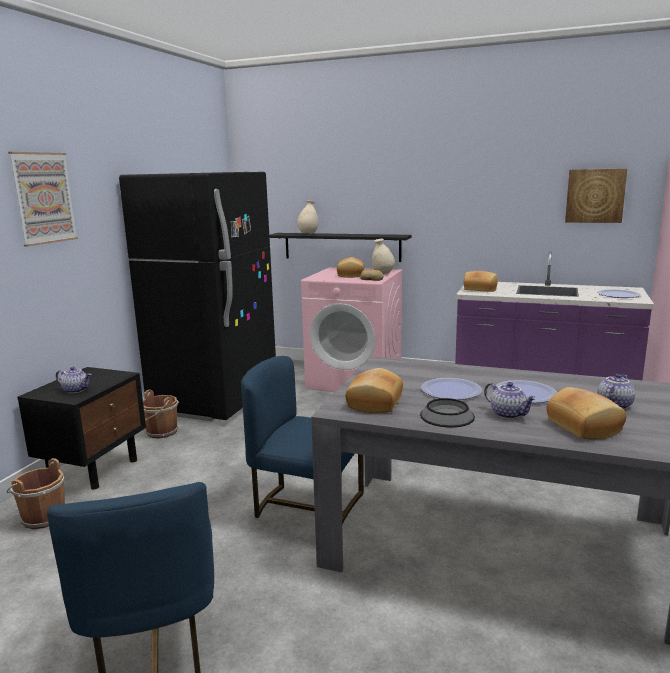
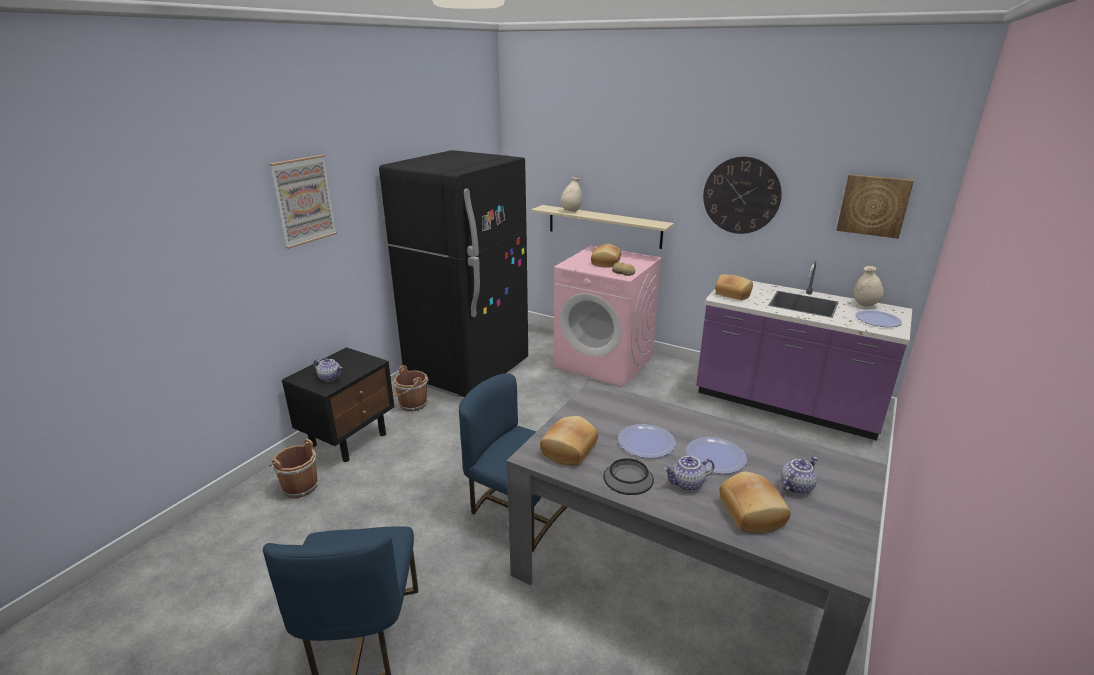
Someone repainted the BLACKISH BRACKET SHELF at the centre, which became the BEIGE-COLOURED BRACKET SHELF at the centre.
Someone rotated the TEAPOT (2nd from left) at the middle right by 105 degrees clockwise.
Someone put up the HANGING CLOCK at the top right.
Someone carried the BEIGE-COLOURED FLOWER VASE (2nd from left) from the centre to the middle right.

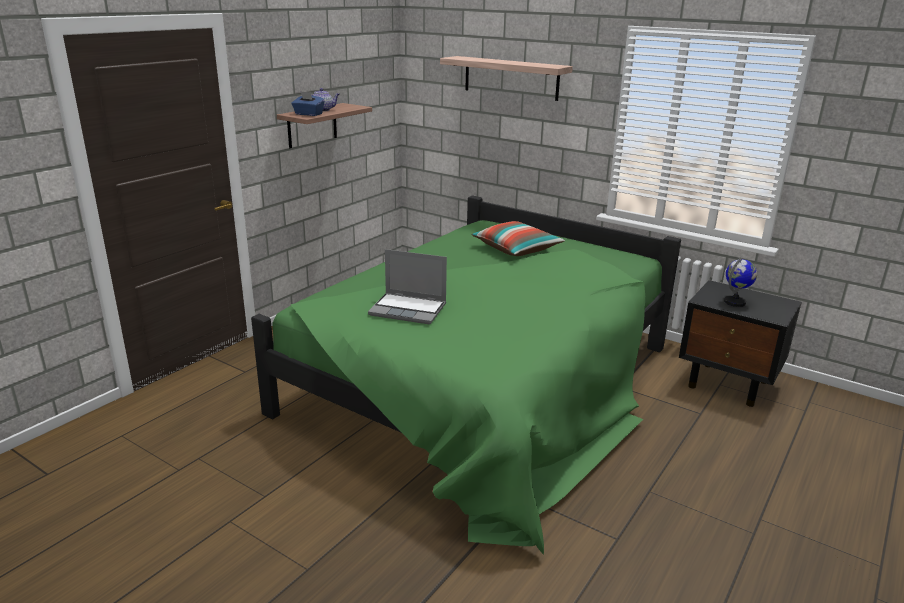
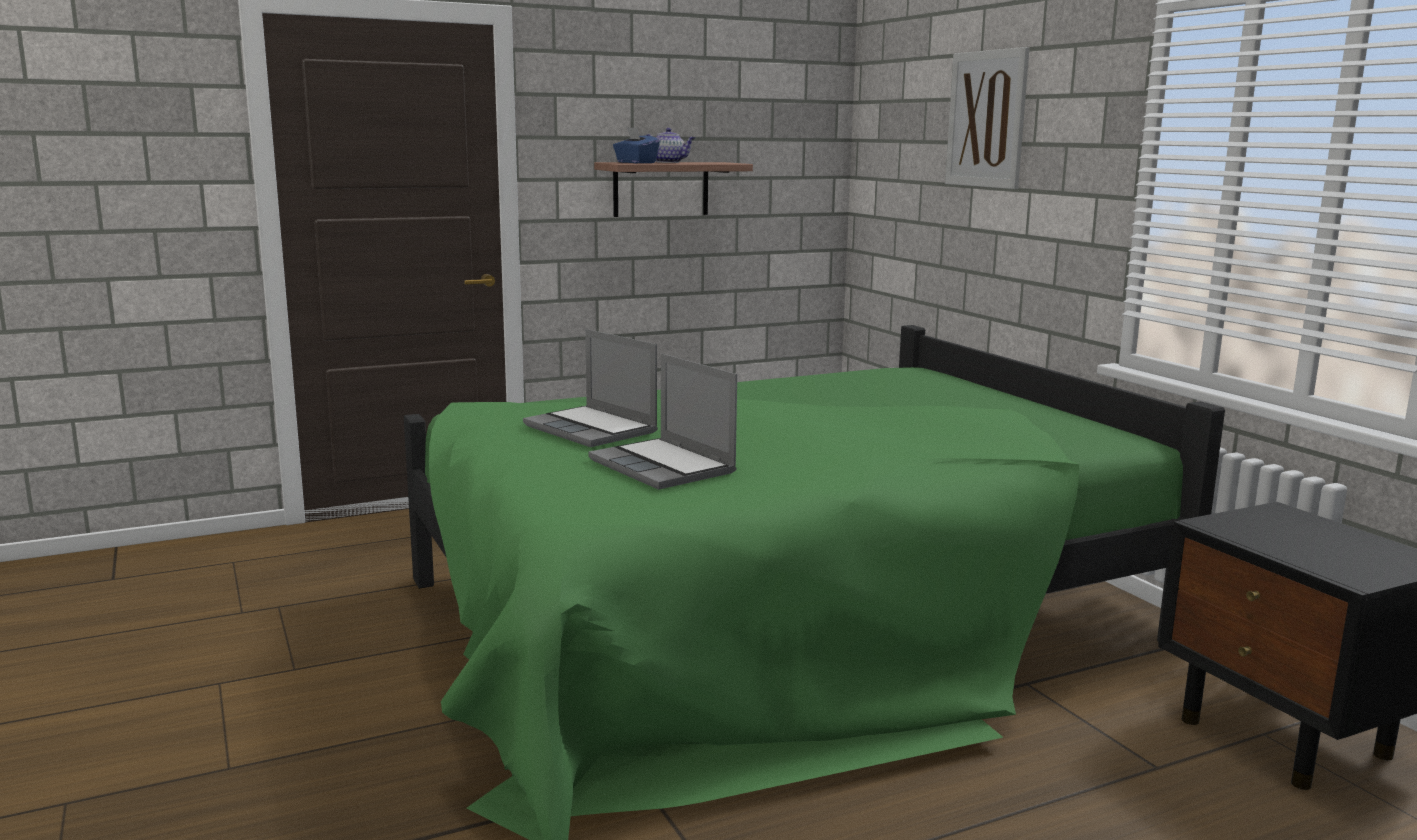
Someone put down the PORTABLE COMPUTER (2nd from left) at the centre.
Someone swapped the BRACKET SHELF (2nd from left) at the top centre for the PICTURE at the top right.
Someone took away the THROW PILLOW at the centre.
Someone took away the GLOBE at the middle right.

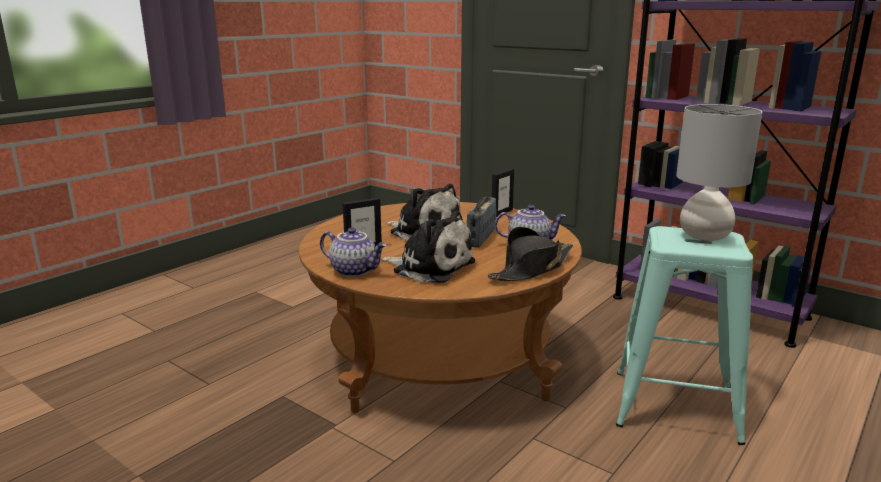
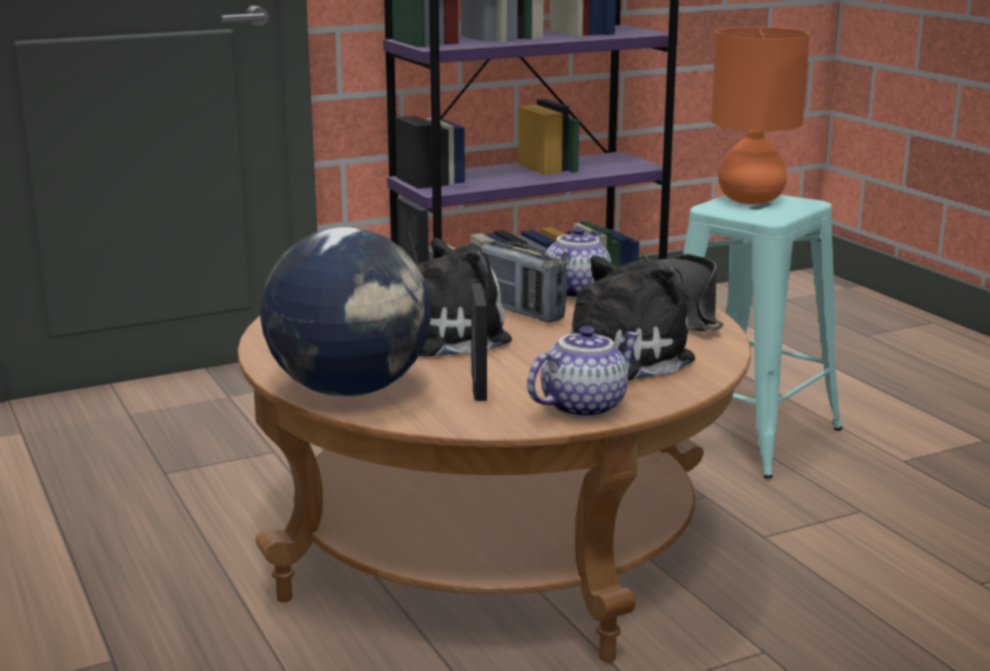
Someone put down the GLOBE at the centre.
Someone repainted the GREY LAMP FOR A TABLE at the middle right, which became the ORANGEY LAMP FOR A TABLE at the top right.

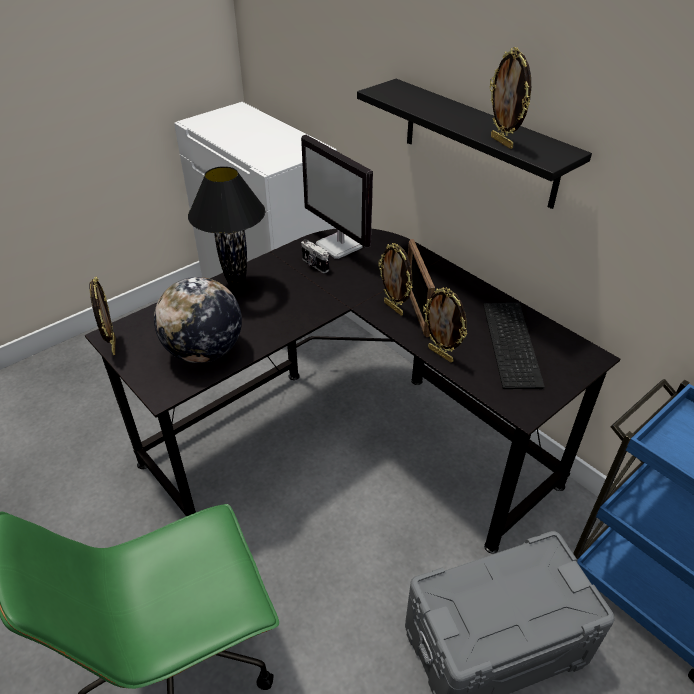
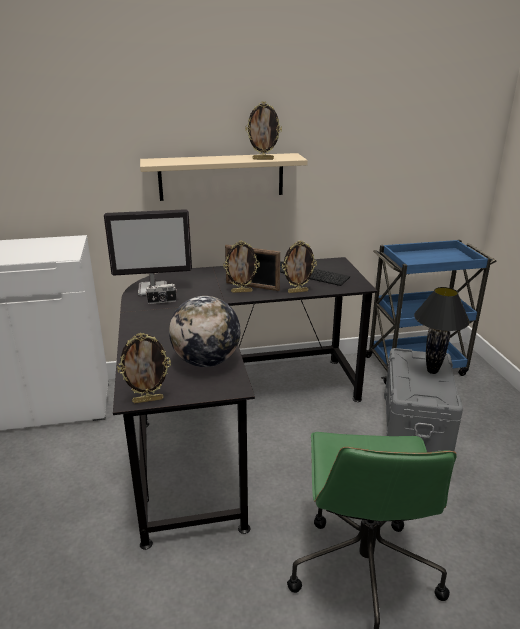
Someone rotated the PHOTO FRAME (1st from left) at the middle left by 150 degrees clockwise.
Someone repainted the BLACKISH BRACKET SHELF at the top right, which became the BEIGE-COLOURED BRACKET SHELF at the top centre.
Someone carried the BLACKISH LAMP FOR A TABLE from the top left to the middle right.

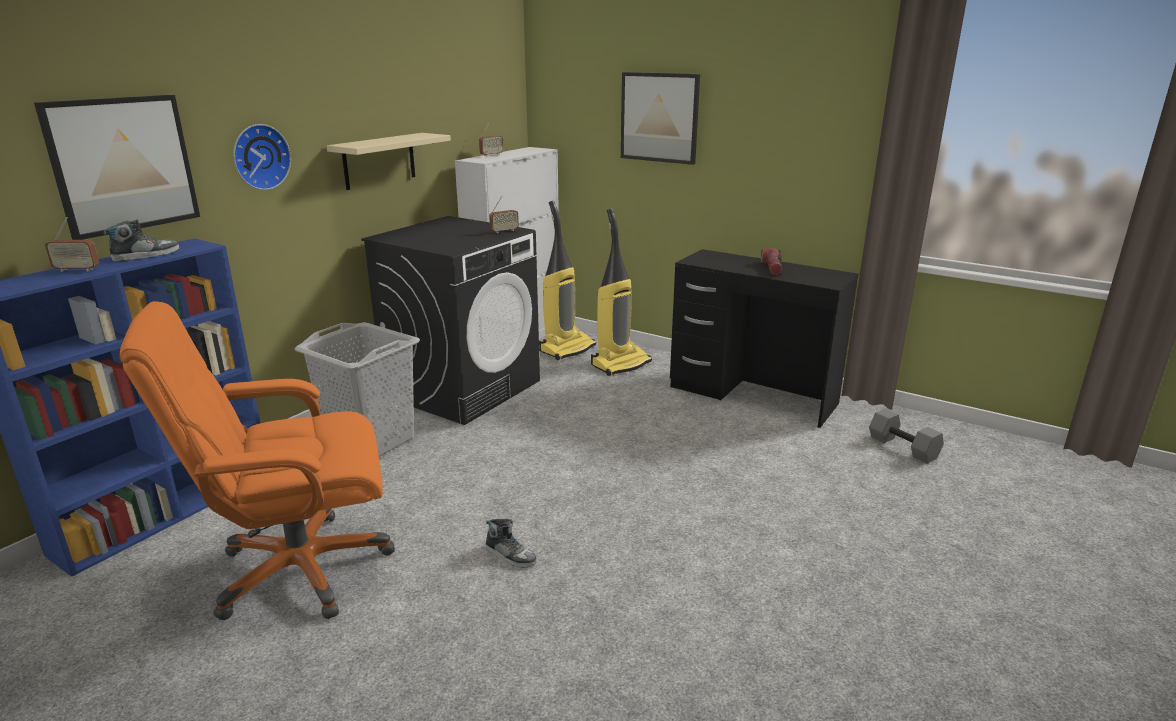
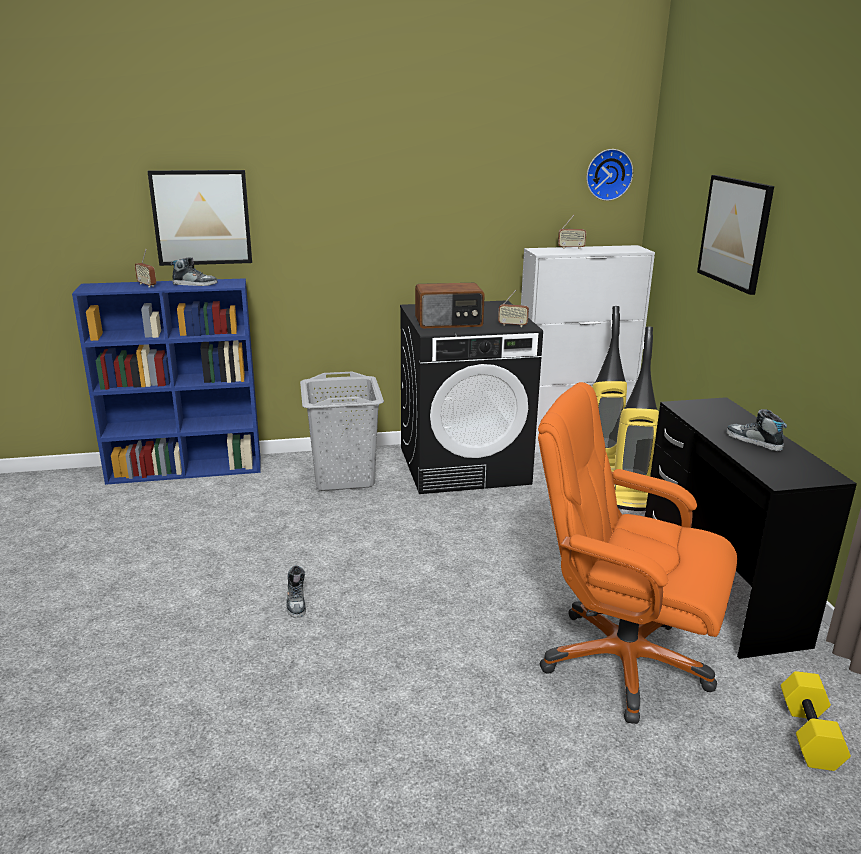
Someone put down the RADIO (2nd from left) at the centre.
Someone carried the ORANGEY DESK CHAIR from the middle left to the middle right.
Someone carried the HANGING CLOCK from the top left to the top right.
Someone swapped the TORCH at the centre for the SHOE (3rd from left) at the middle right.
Someone repainted the GREY HAND WEIGHT at the middle right, which became the YELLOW-COLOURED HAND WEIGHT at the bottom right.
Someone took away the BEIGE-COLOURED BRACKET SHELF at the top left.

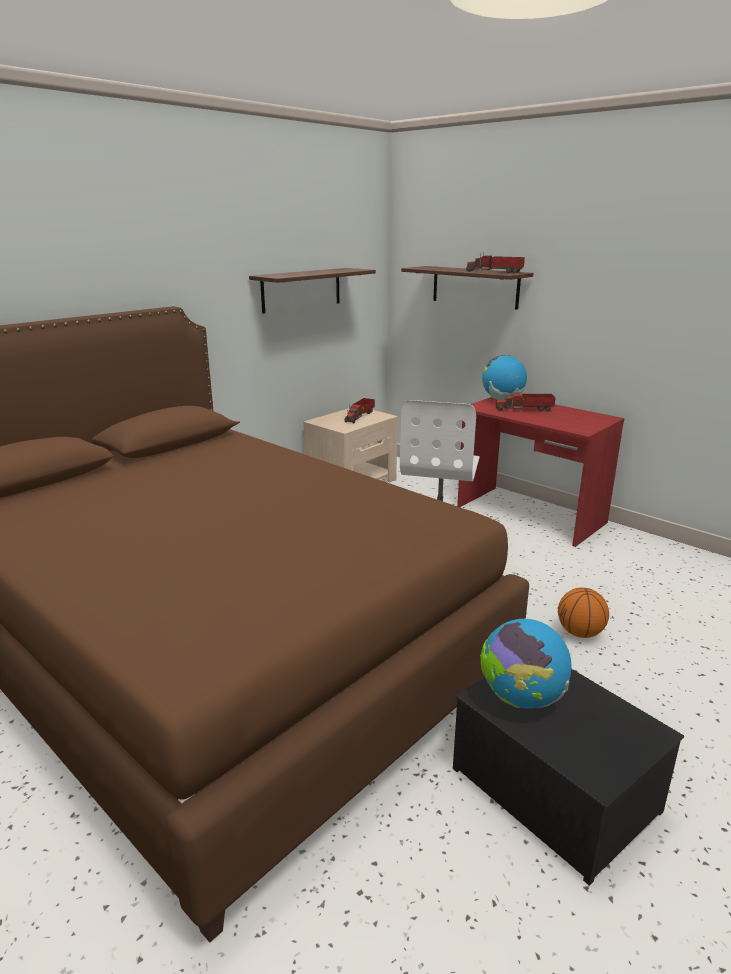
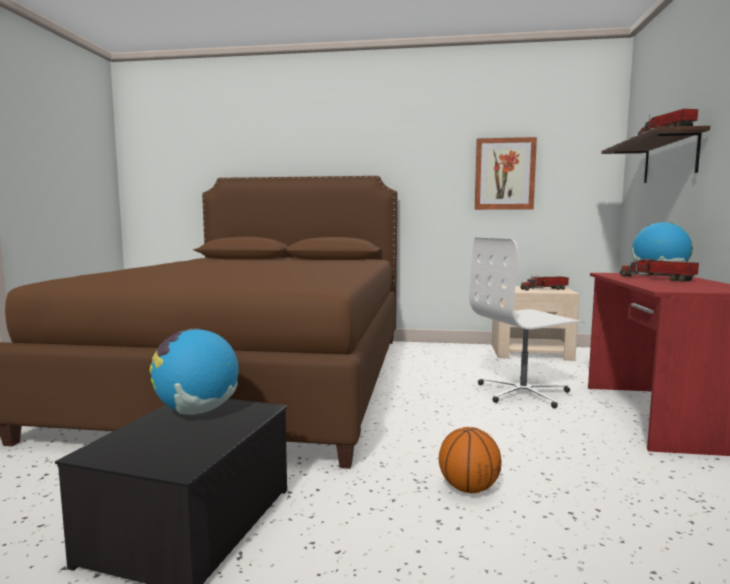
Someone swapped the BRACKET SHELF (1st from left) at the top centre for the PICTURE at the top right.

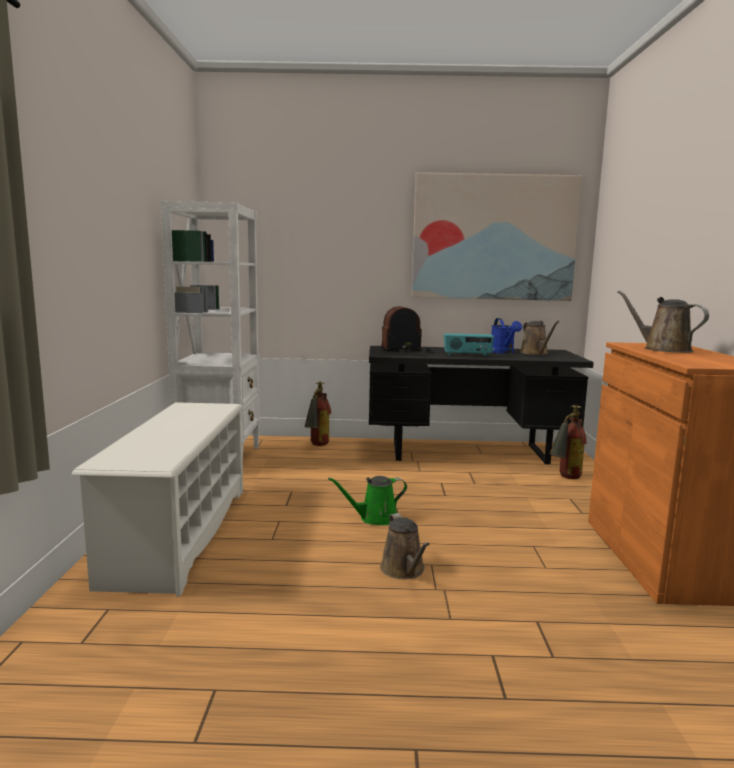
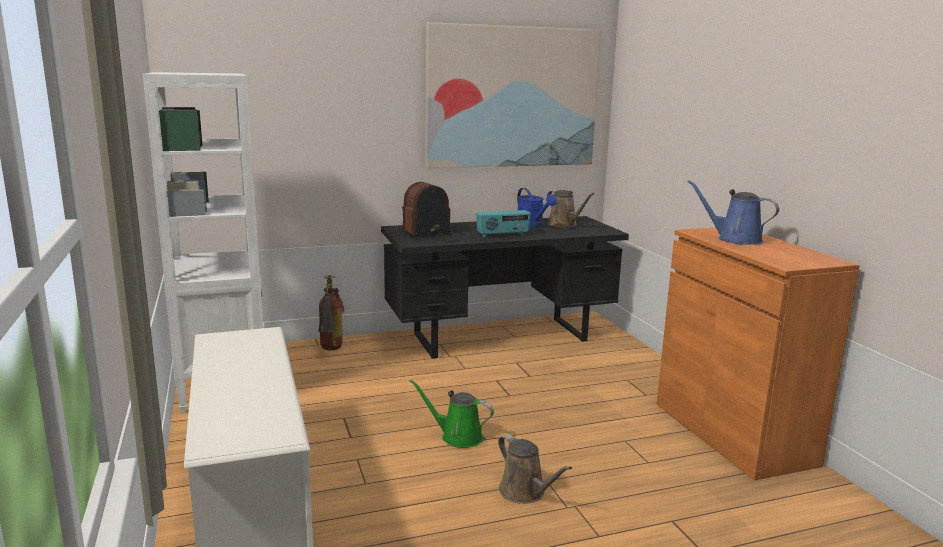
Someone rotated the GREEN WATERING CAN at the centre by 60 degrees clockwise.
Someone repainted the BROWN WATERING CAN (3rd from left) at the middle right, which became the BLUISH WATERING CAN (2nd from left) at the middle right.
Someone took away the FIRE EXTINGUISHER (2nd from left) at the middle right.

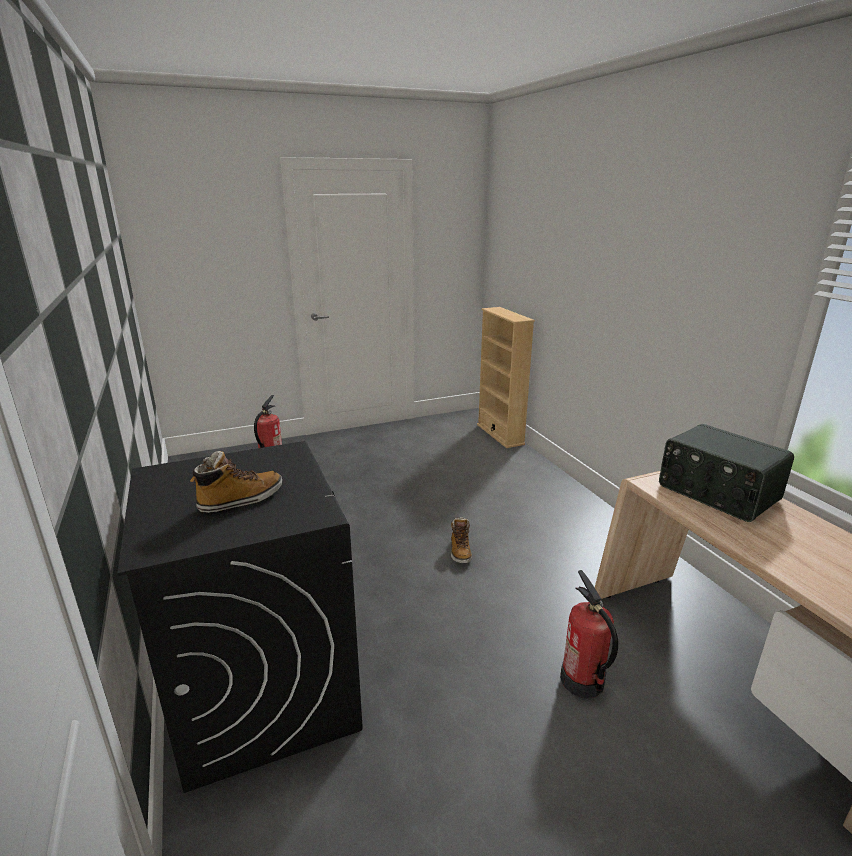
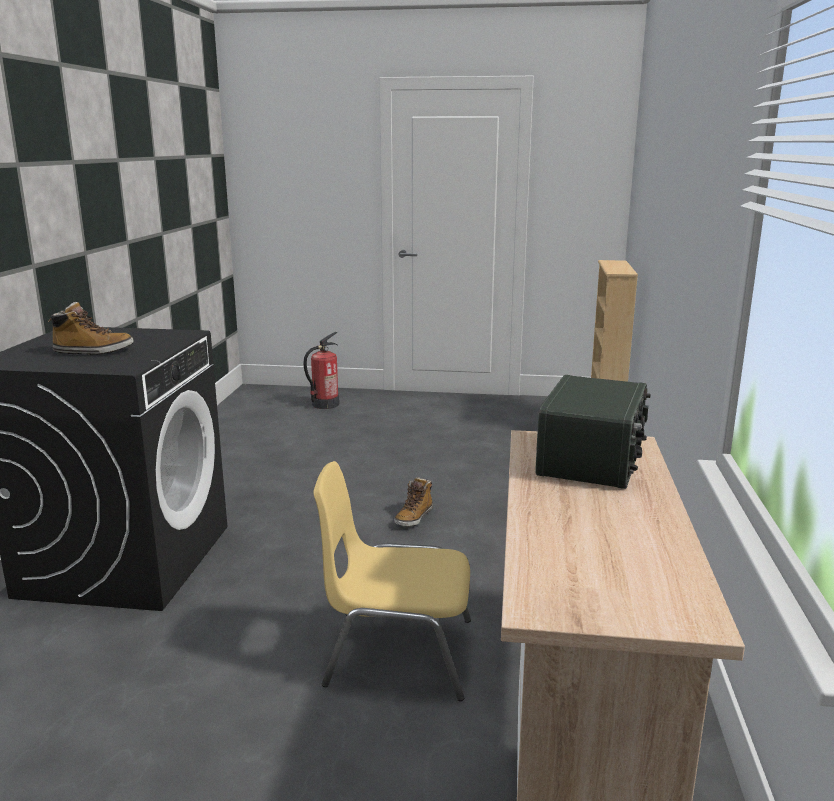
Someone swapped the FIRE EXTINGUISHER (2nd from left) at the bottom right for the YELLOW-COLOURED CHAIR at the bottom centre.
Someone rotated the RADIO at the middle right by 150 degrees counterclockwise.

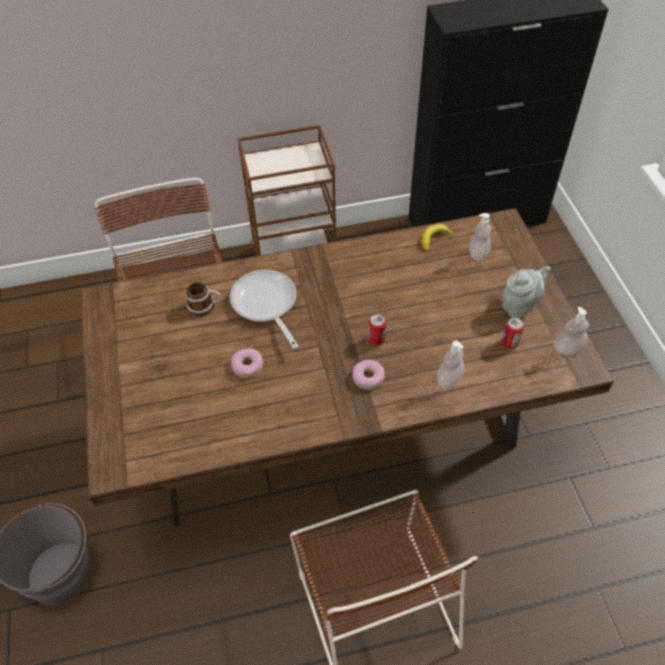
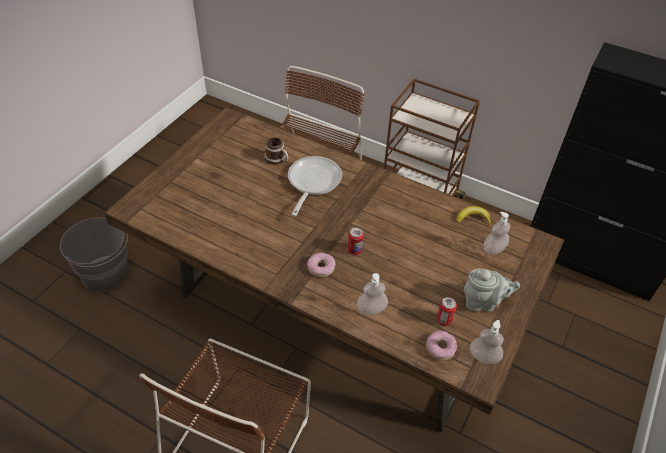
Someone carried the DOUGHNUT (1st from left in the first image) from the centre to the bottom centre.

